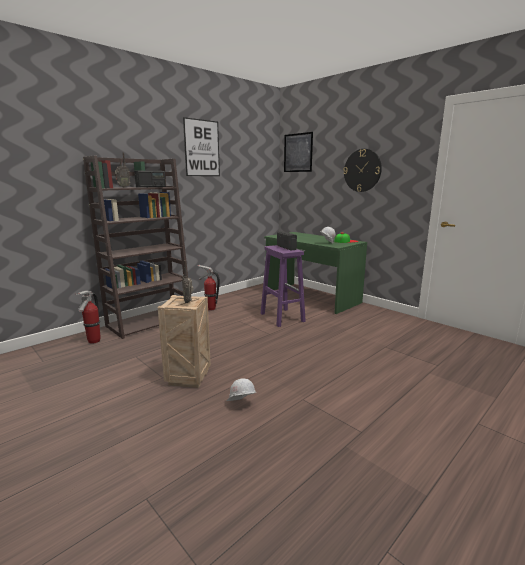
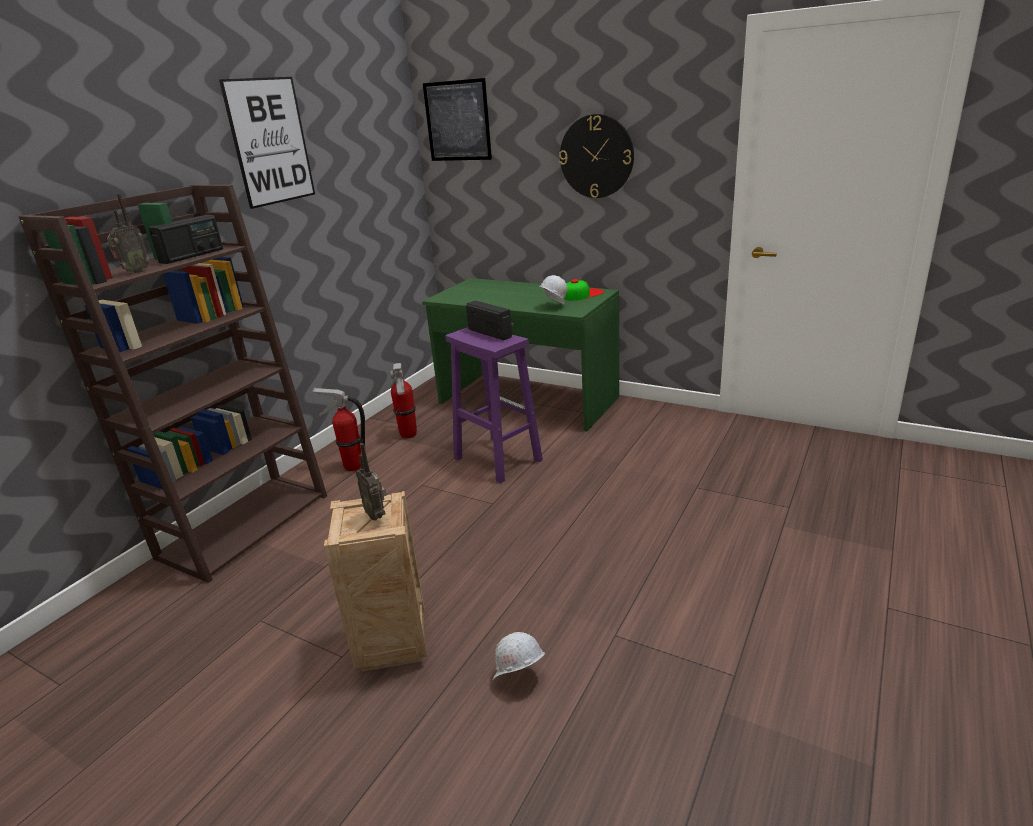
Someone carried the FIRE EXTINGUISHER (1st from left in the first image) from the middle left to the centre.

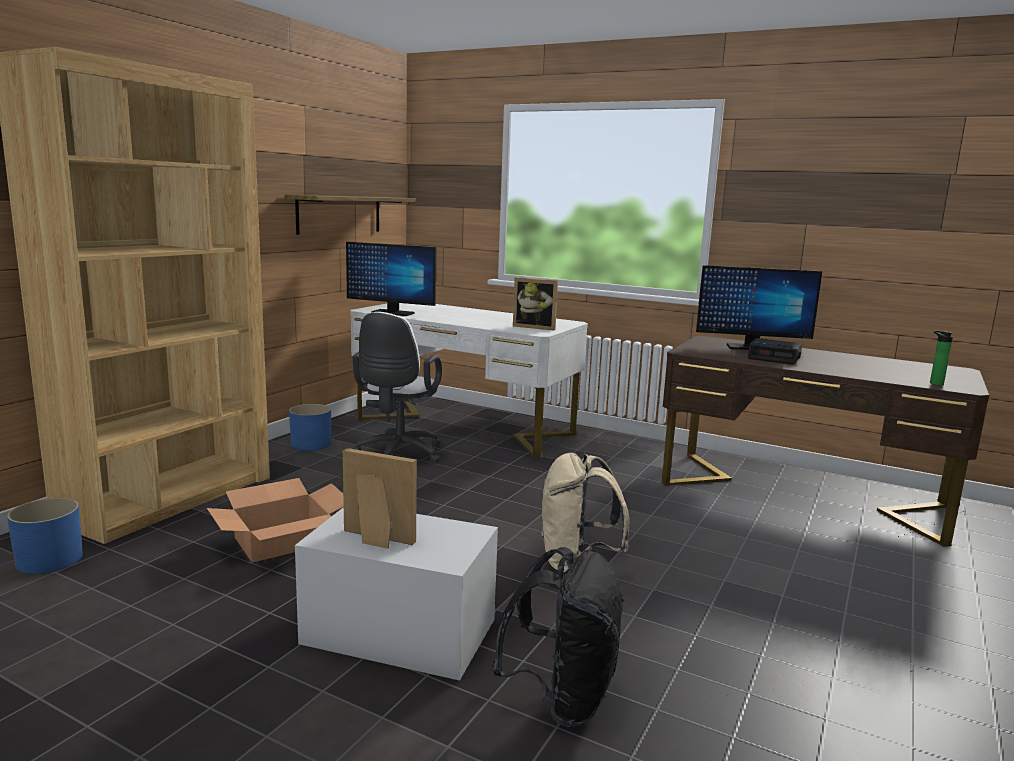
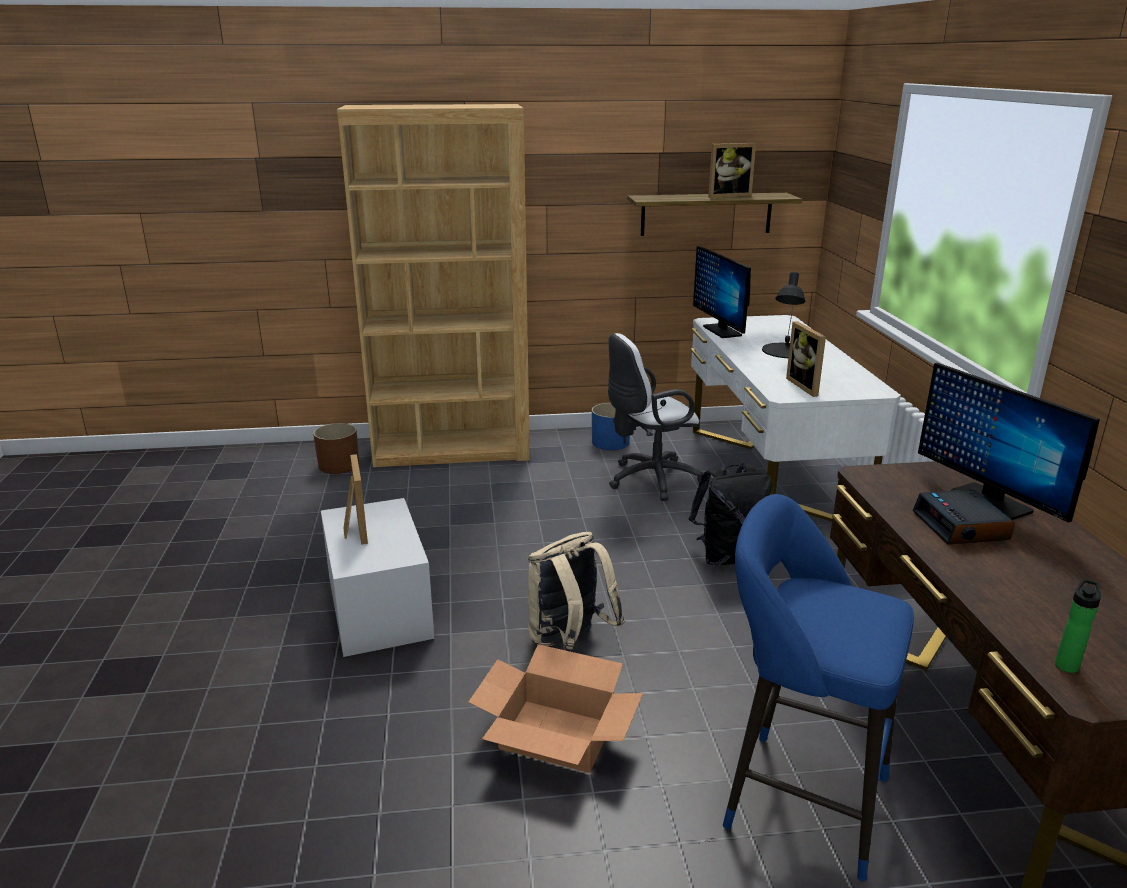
Someone repainted the BLUISH FLOWER POT (1st from left) at the bottom left, which became the BROWN FLOWER POT at the middle left.
Someone carried the PACKING BOX from the bottom left to the bottom centre.
Someone carried the BLACKISH BACKPACK from the bottom centre to the centre.
Someone put down the PHOTO FRAME (2nd from left) at the top centre.
Someone put down the BLUISH STOOL SEAT at the bottom right.
Someone put down the BLACKISH LAMP FOR A TABLE at the middle right.

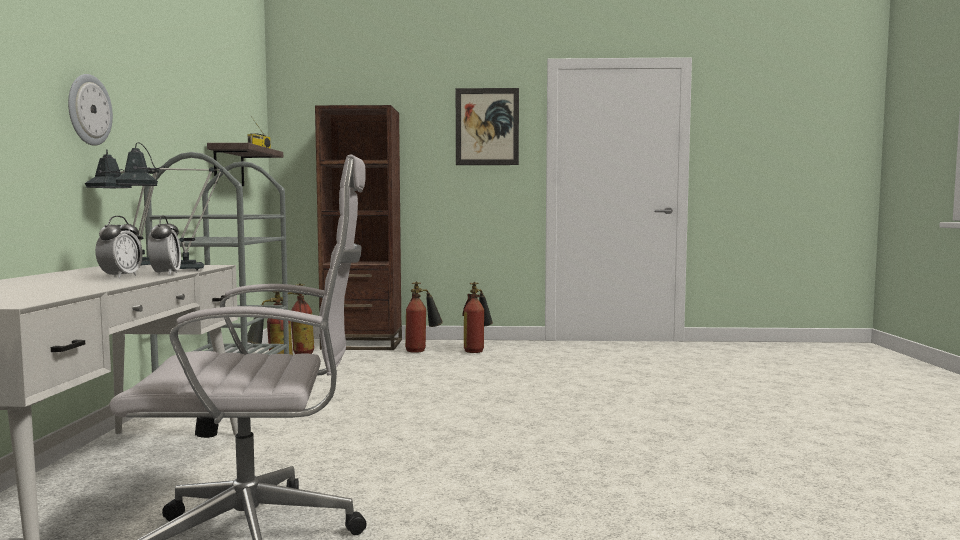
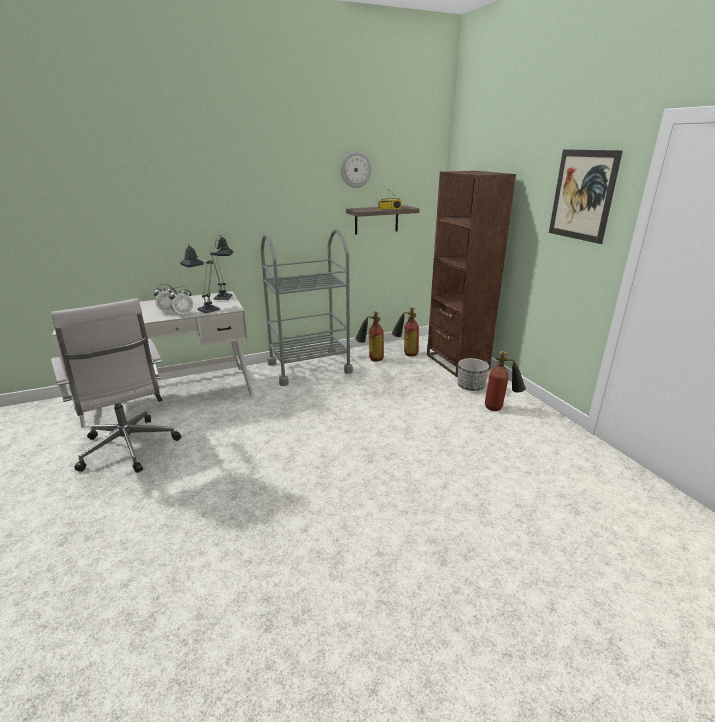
Someone carried the HANGING CLOCK from the top left to the top centre.
Someone swapped the FIRE EXTINGUISHER (3rd from left) at the centre for the FLOWER POT at the centre.

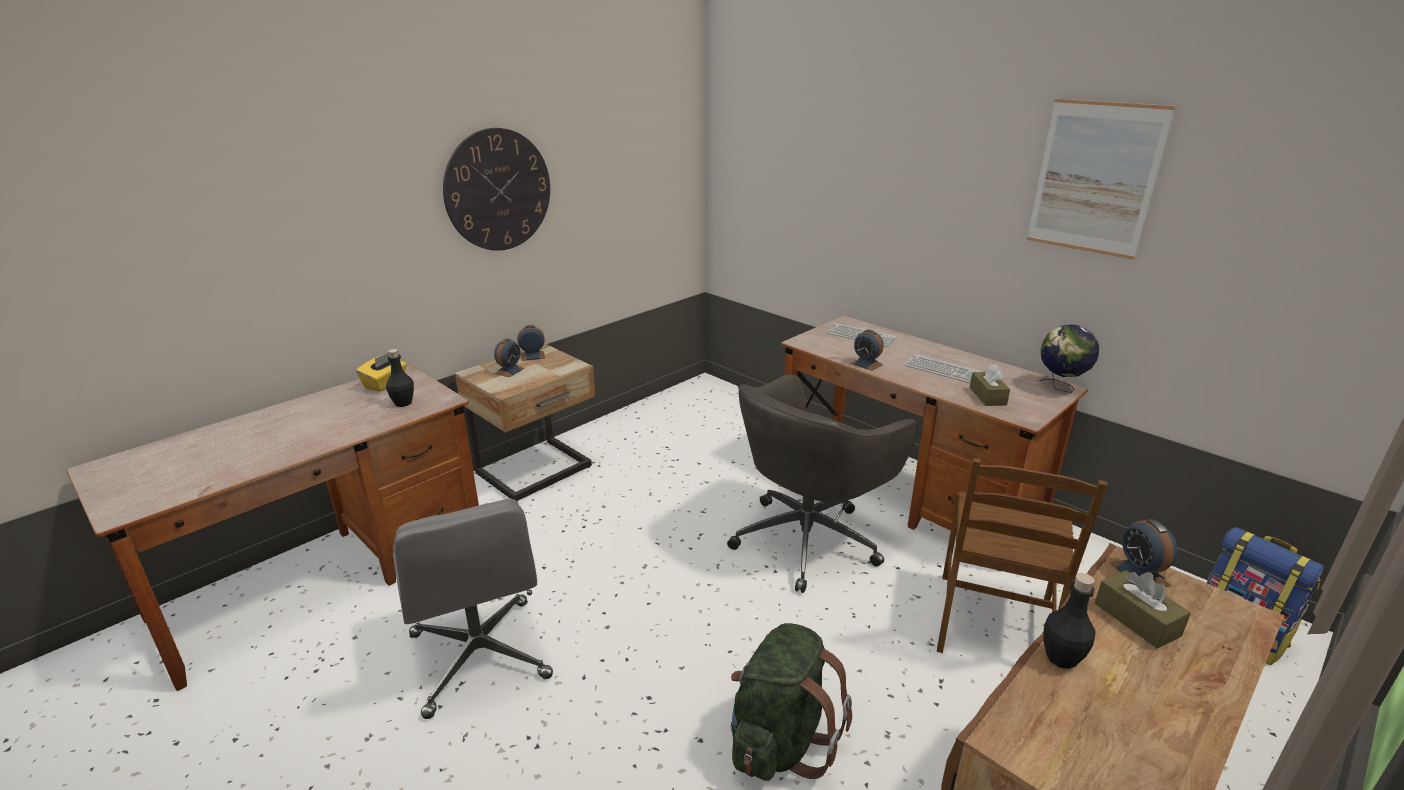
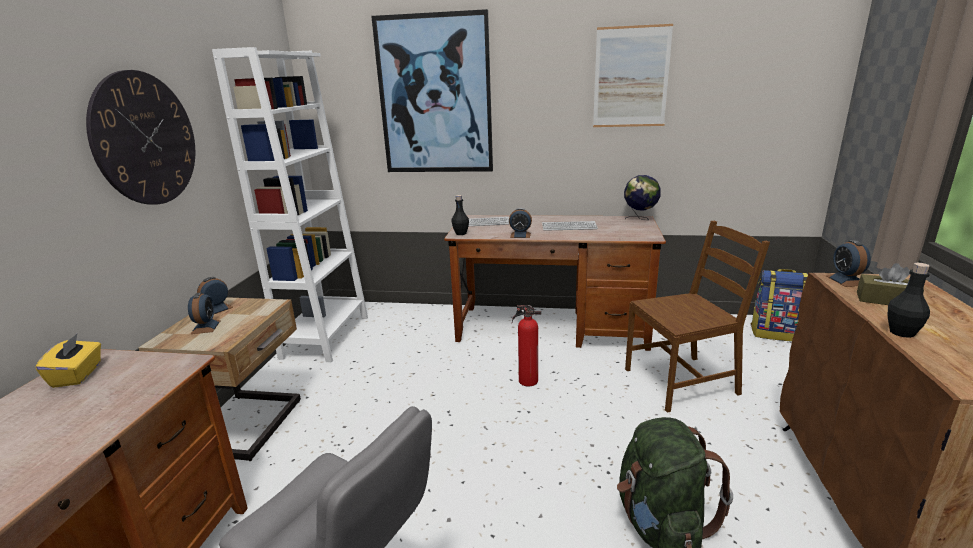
Someone put down the WHITE BOOKCASE at the middle left.
Someone put up the PICTURE (1st from left) at the top centre.
Someone carried the BLACKISH BOTTLE (1st from left) from the middle left to the centre.
Someone swapped the GREY DESK CHAIR (2nd from left) at the centre for the FIRE EXTINGUISHER at the centre.
Someone rotated the BROWN CHAIR at the bottom right by 90 degrees counterclockwise.
Someone rotated the ALARM CLOCK (4th from left) at the bottom right by 45 degrees clockwise.
Someone took away the BROWN TISSUE HOLDER (1st from left) at the middle right.

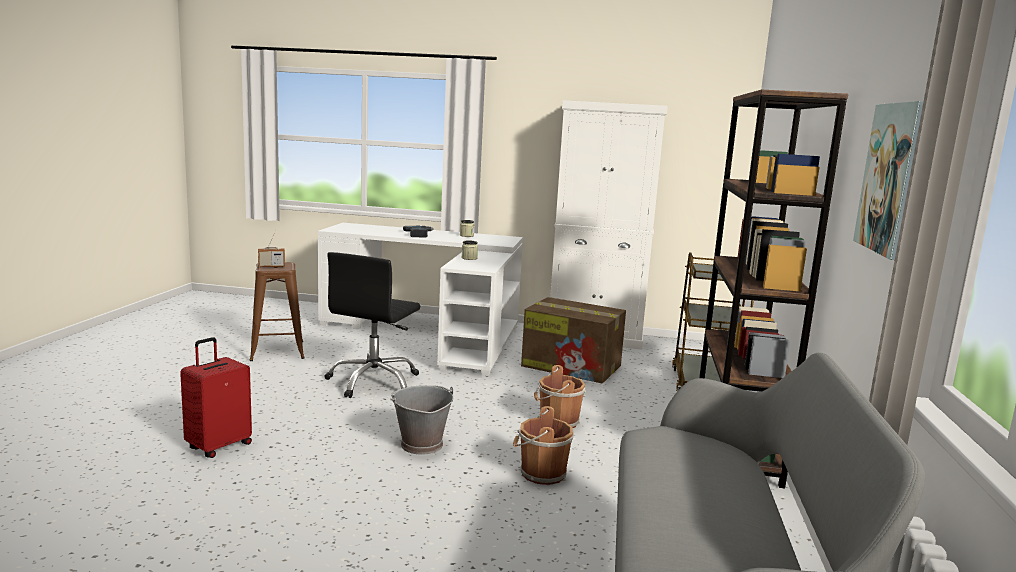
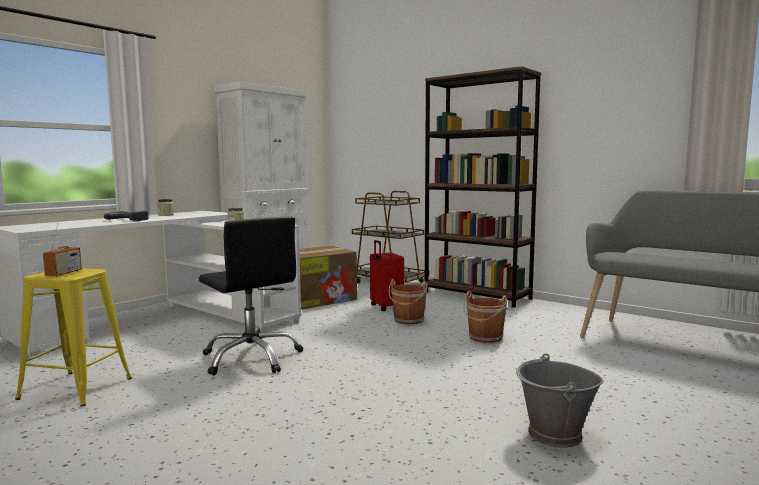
Someone repainted the BROWN STOOL SEAT at the middle left, which became the YELLOW-COLOURED STOOL SEAT at the bottom left.
Someone carried the RED SUITCASE from the bottom left to the centre.
Someone carried the GREY PAIL from the bottom centre to the bottom right.
Someone took away the PICTURE at the top right.

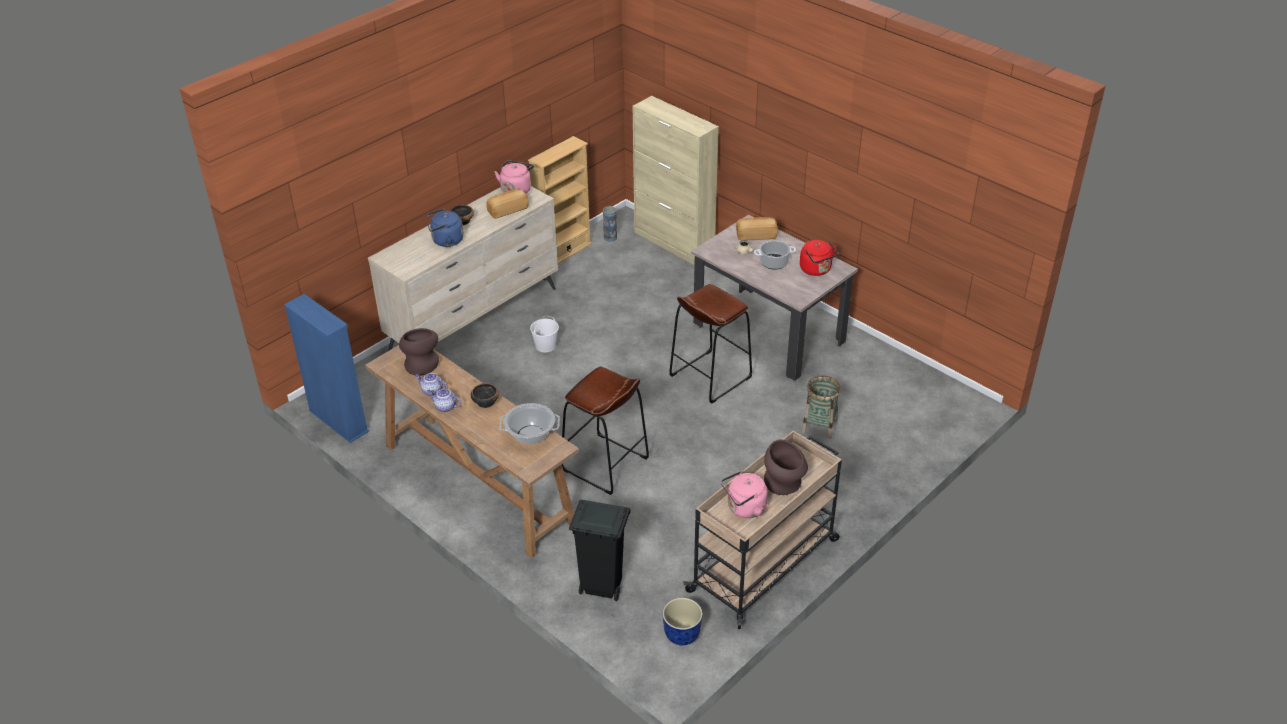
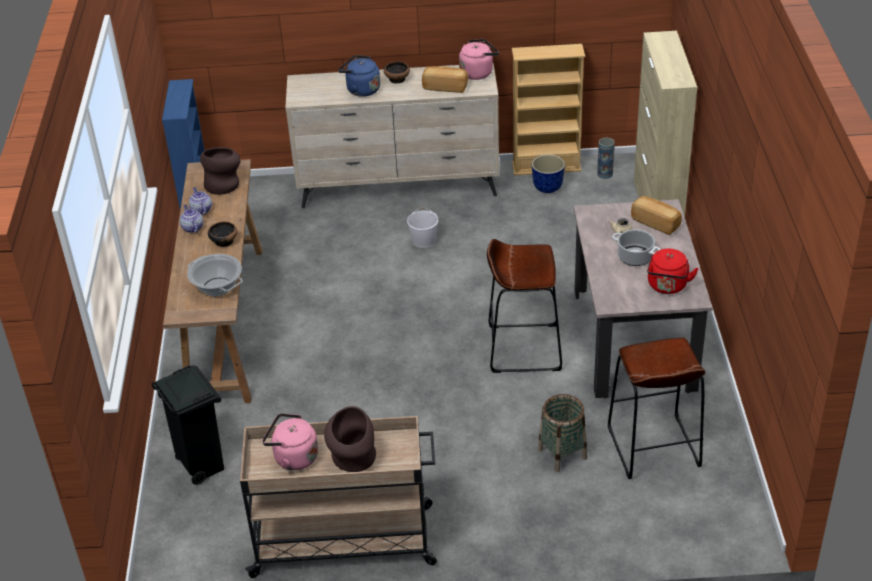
Someone carried the FLOWER POT from the bottom centre to the top centre.
Someone carried the BROWN STOOL SEAT (1st from left in the first image) from the centre to the bottom right.

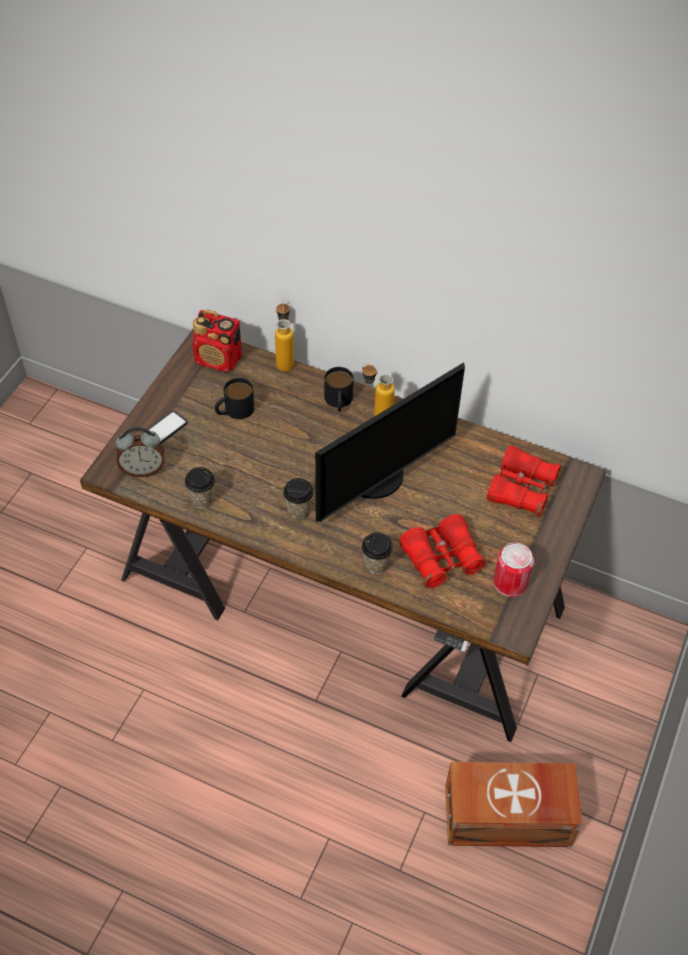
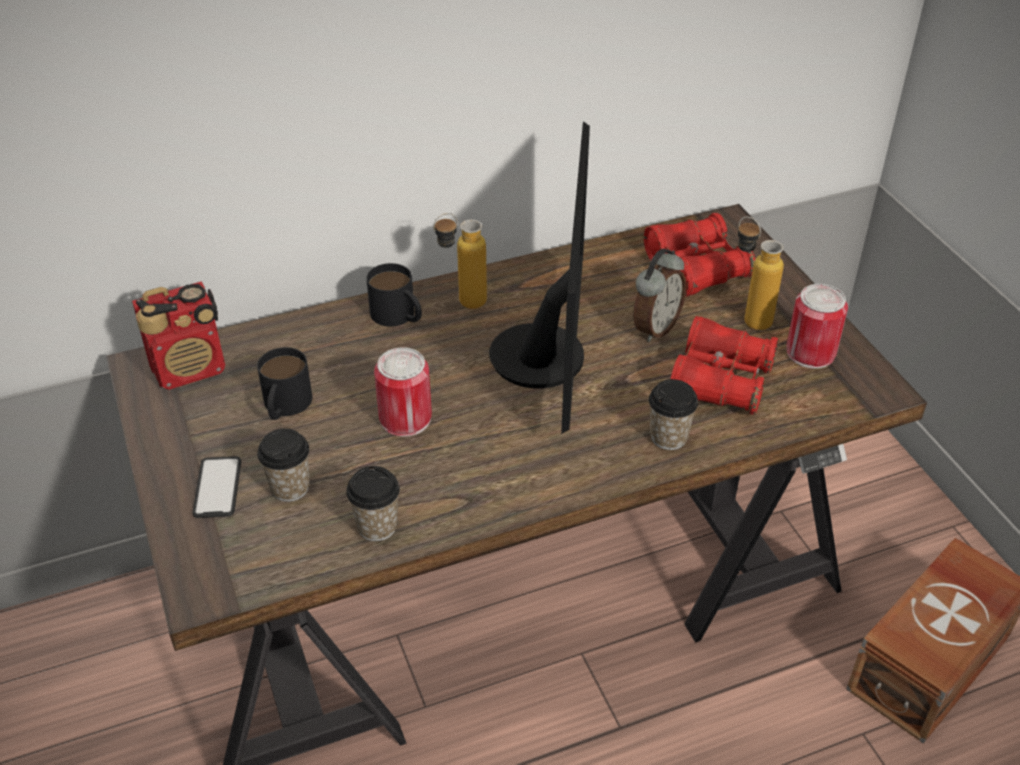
Someone carried the DRINKING CUP (2nd from left in the first image) from the centre to the middle left.
Someone put down the SEALED CAN (1st from left) at the centre.
Someone carried the ALARM CLOCK from the middle left to the centre.
Someone carried the BOTTLE (1st from left in the first image) from the centre to the middle right.

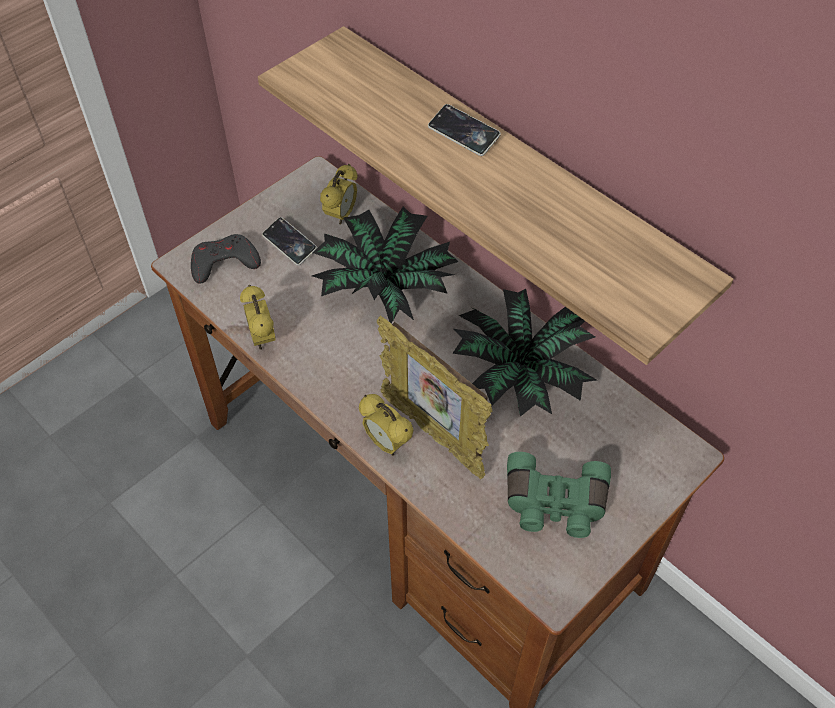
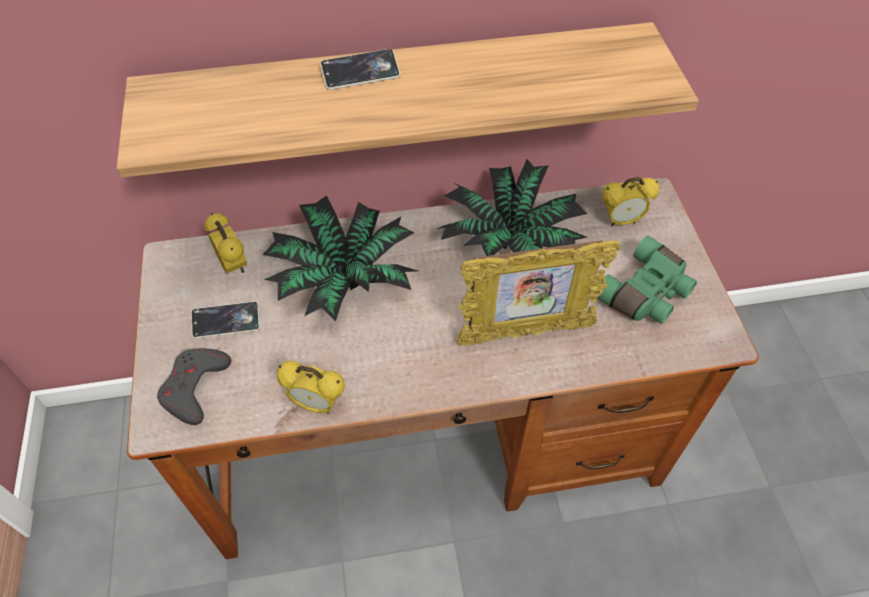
Someone carried the ALARM CLOCK (3rd from left) from the centre to the middle right.

